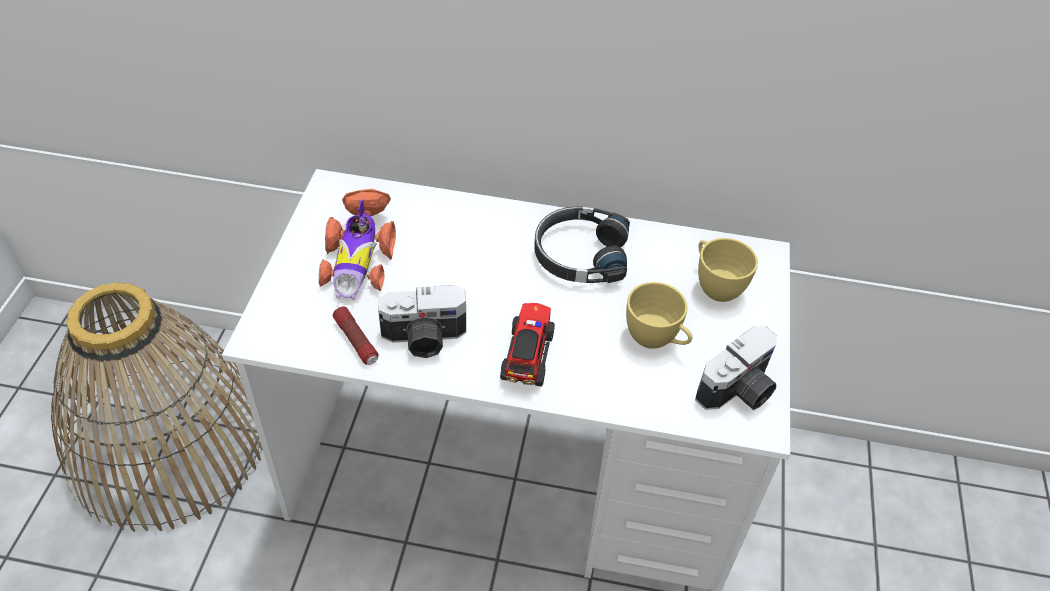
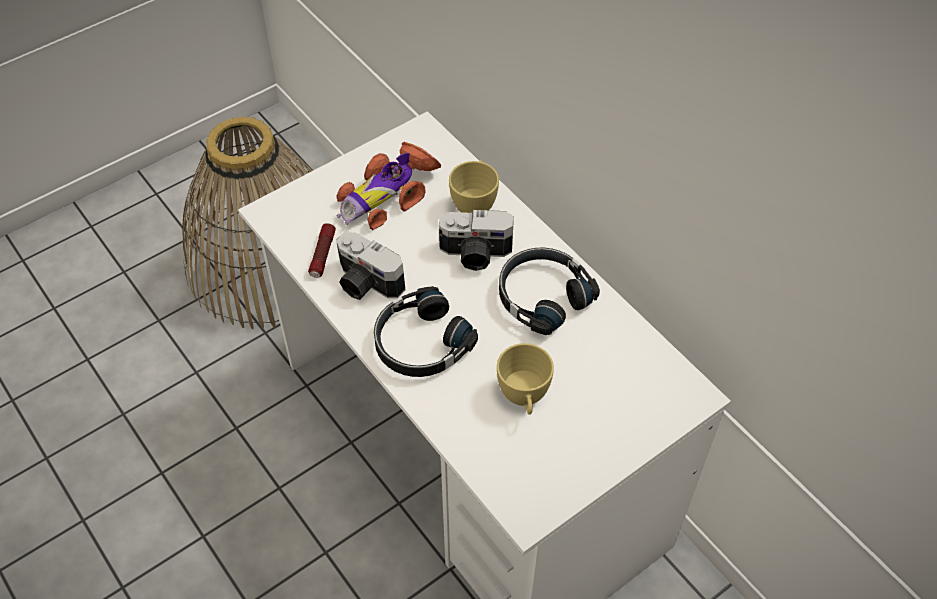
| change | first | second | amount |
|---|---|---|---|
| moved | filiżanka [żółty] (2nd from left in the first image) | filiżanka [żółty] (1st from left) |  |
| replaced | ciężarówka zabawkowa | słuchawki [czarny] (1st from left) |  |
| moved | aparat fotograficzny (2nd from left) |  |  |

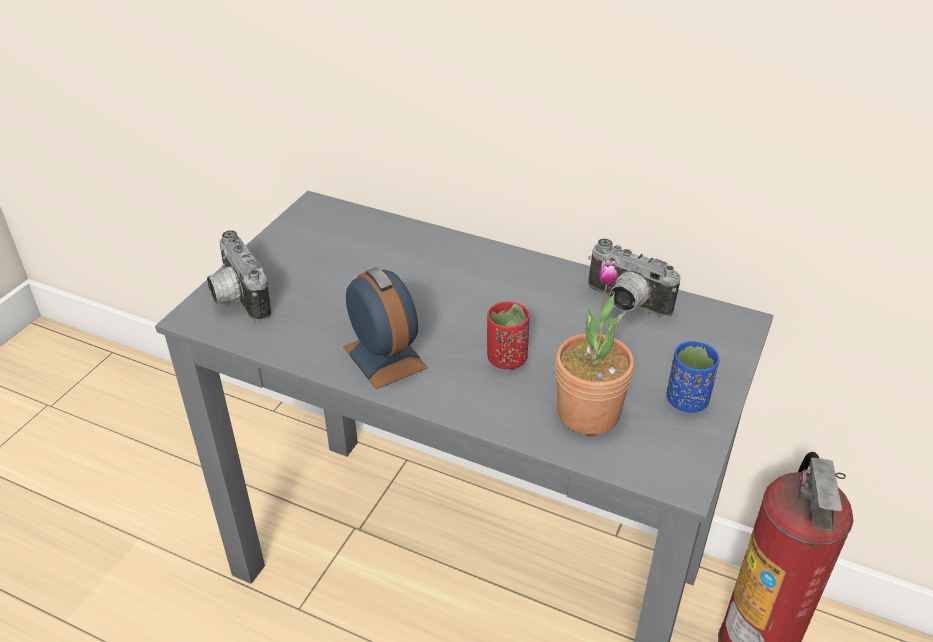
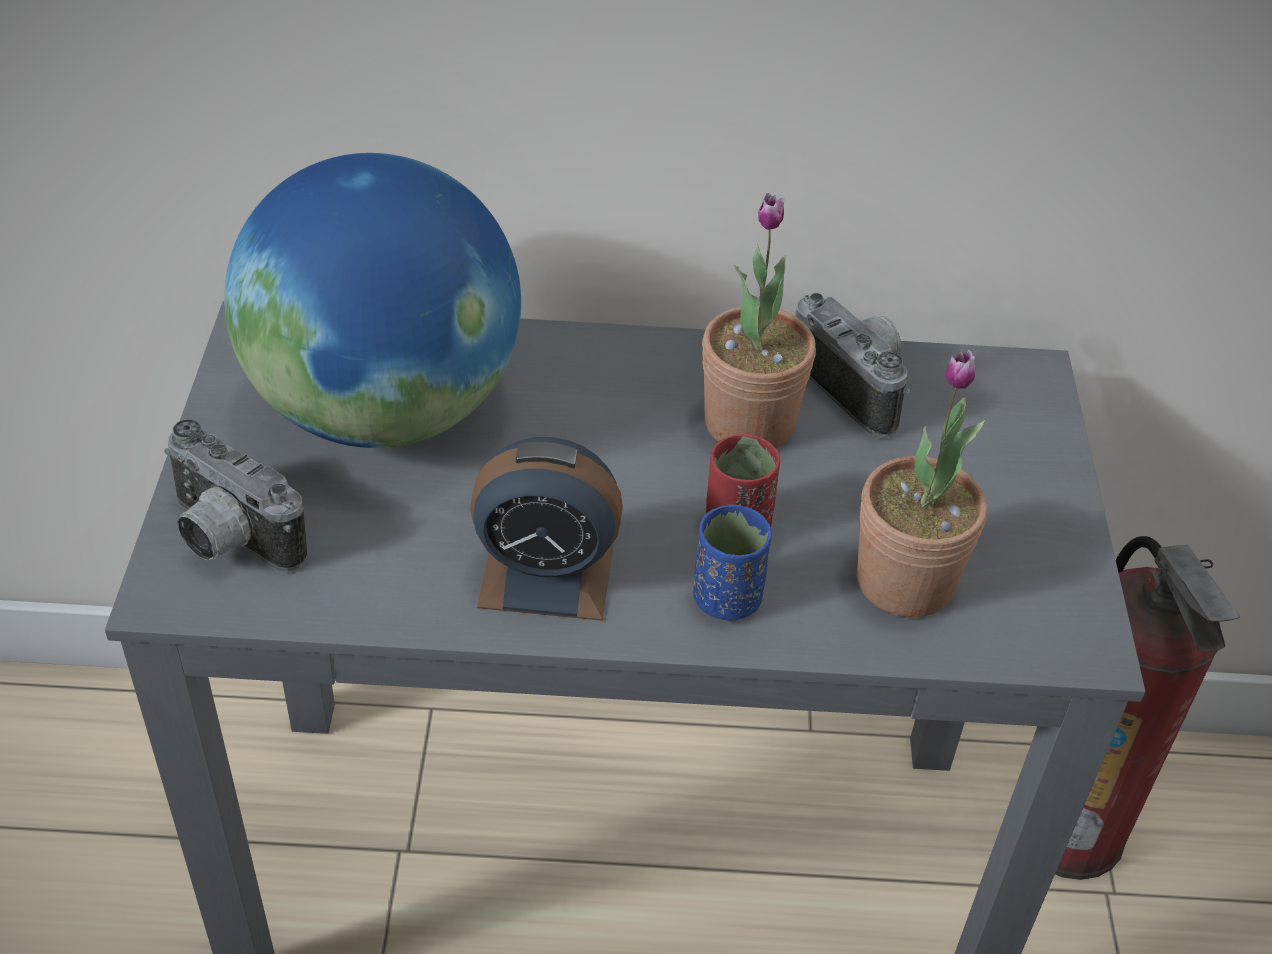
| change | first | second | amount |
|---|---|---|---|
| turned | aparat fotograficzny (2nd from left) |  | 135 degrees counterclockwise |
| turned | budzik |  | 150 degrees clockwise |
| moved | filiżanka [niebieski] |  |  |
| added |  | globus |  |
| added |  | roślina doniczkowa (1st from left) |  |

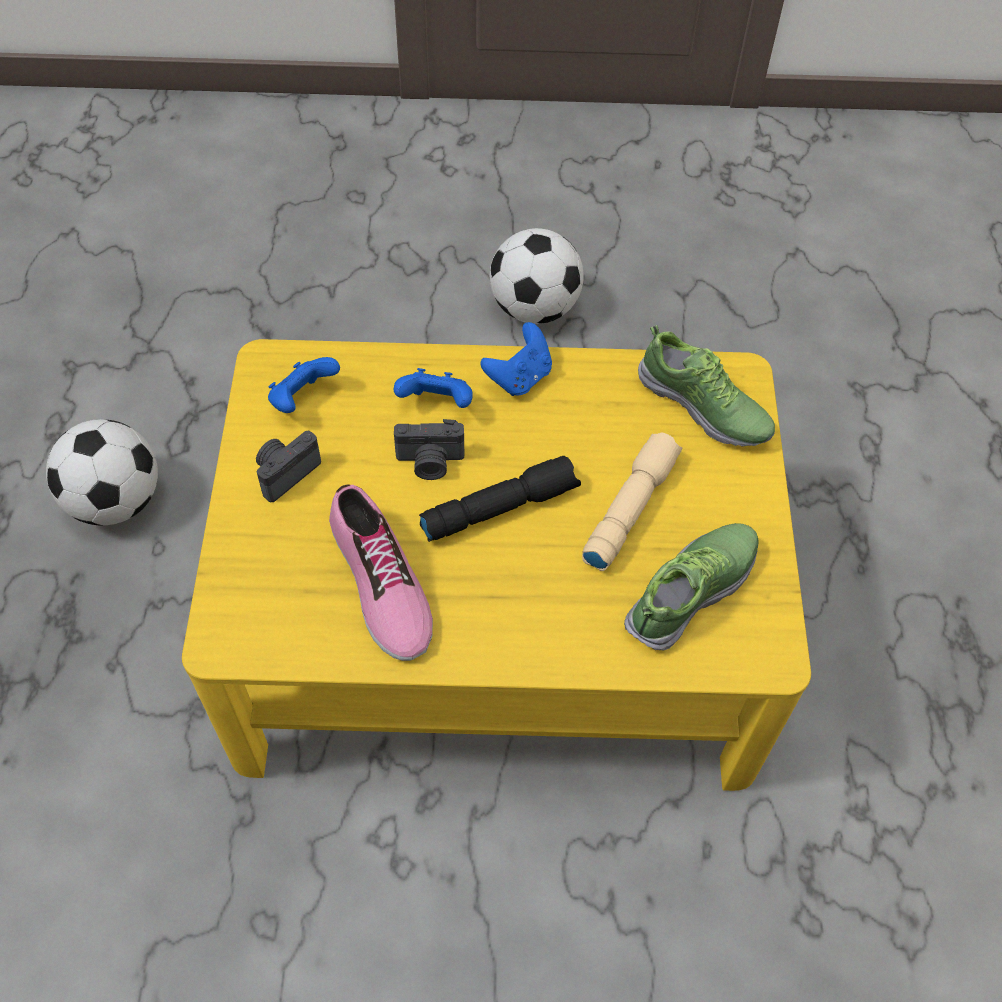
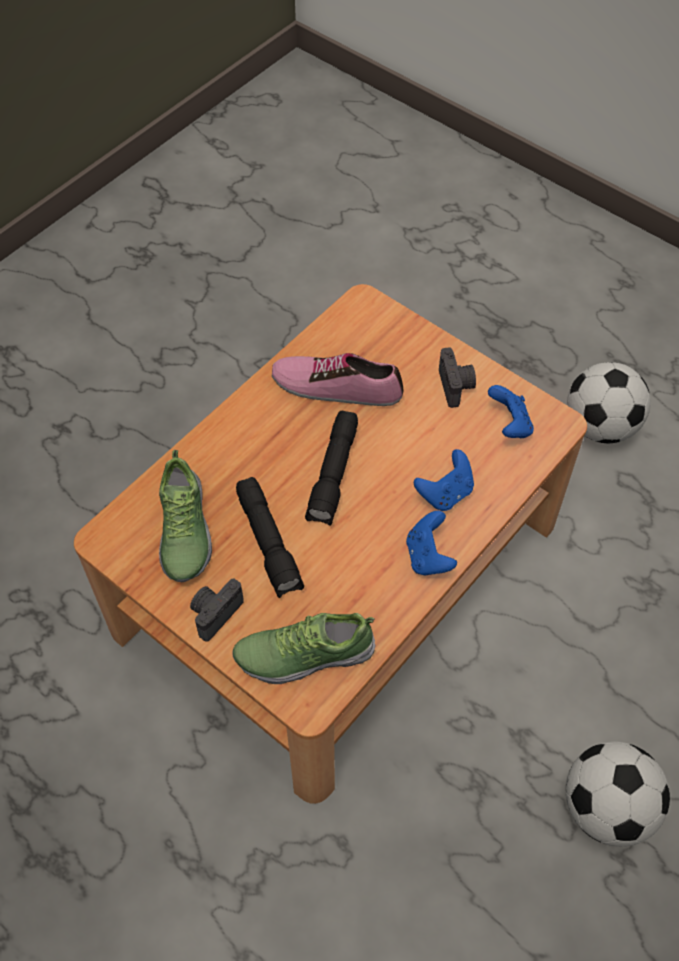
| change | first | second | amount |
|---|---|---|---|
| recoloured | ława [żółty] | ława [brązowy] |  |
| moved | aparat fotograficzny (2nd from left in the first image) | aparat fotograficzny (1st from left) |  |
| recoloured | latarka [beżowy] | latarka [czarny] (1st from left) |  |

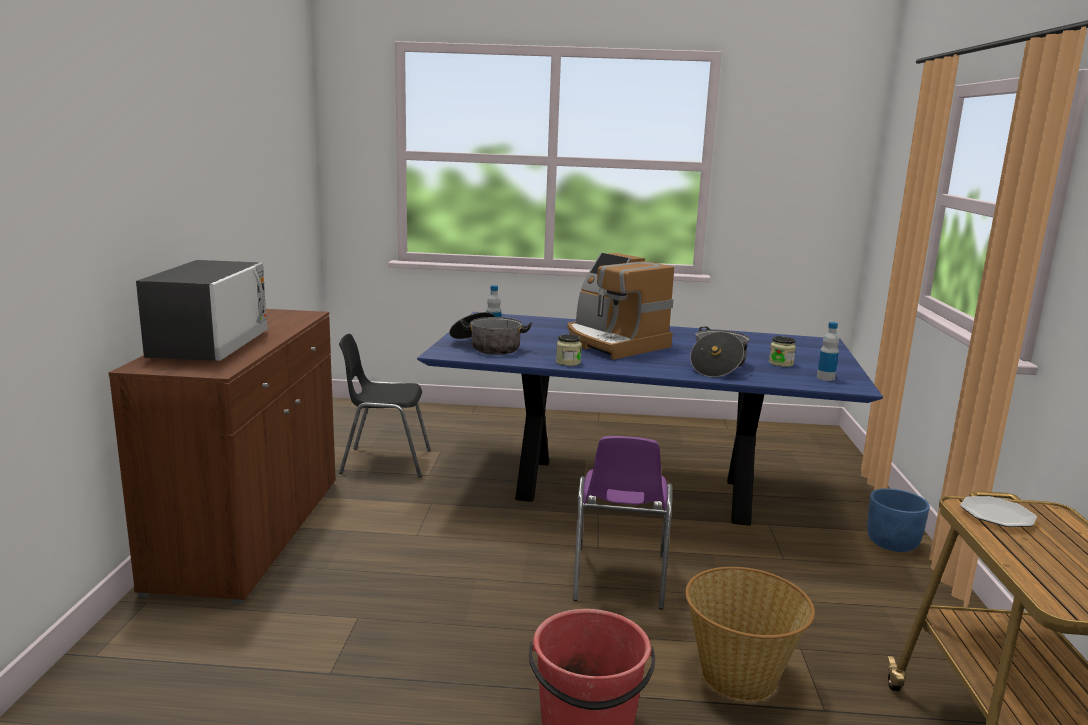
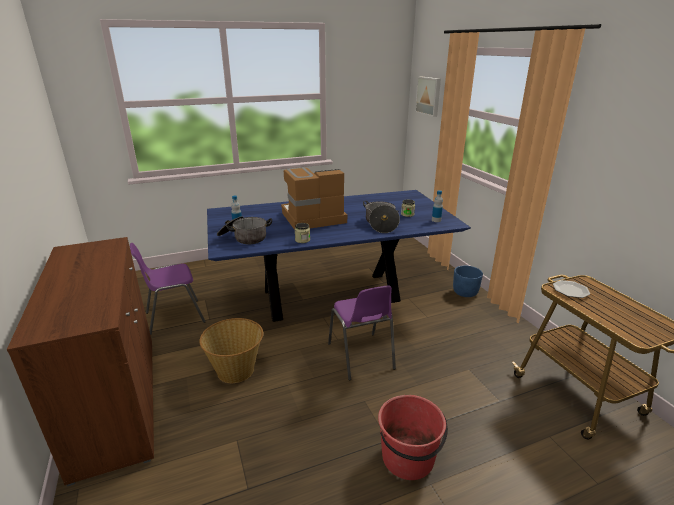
| change | first | second | amount |
|---|---|---|---|
| turned | ekspres do kawy |  | 135 degrees clockwise |
| removed | mikrofalówka |  |  |
| recoloured | krzesło [czarny] | krzesło [fioletowy] (1st from left) |  |
| moved | koszyk |  |  |
| added |  | obraz |  |

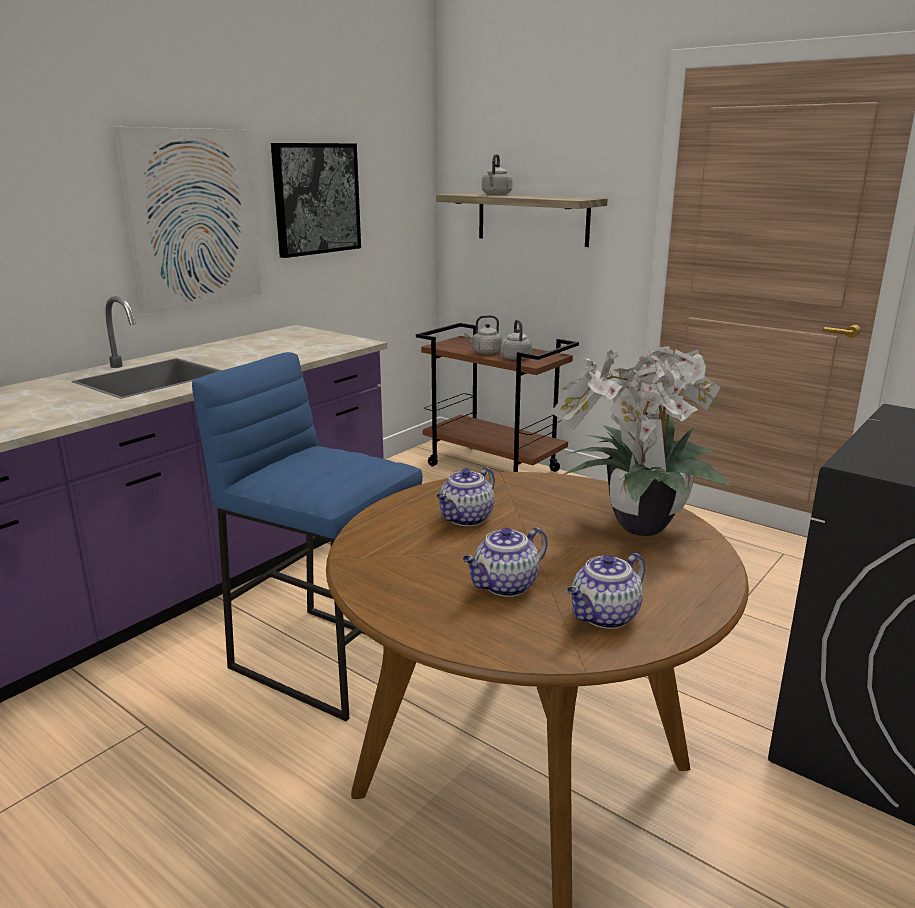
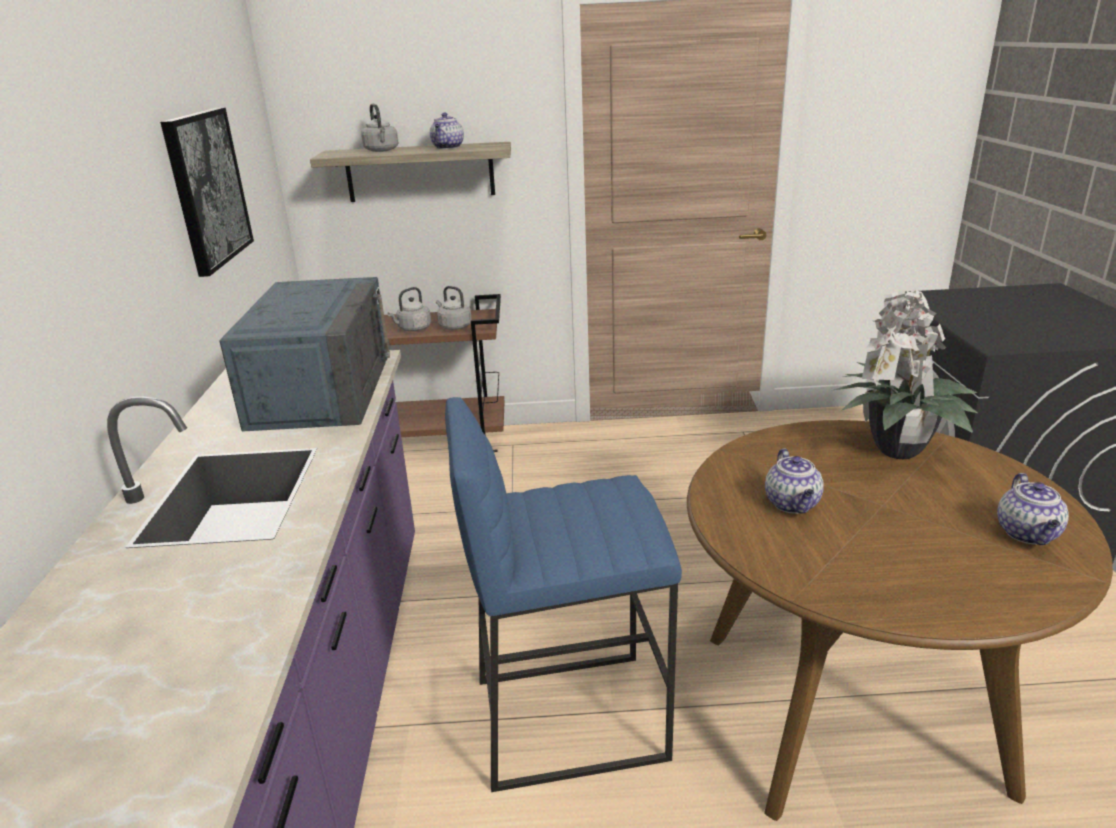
| change | first | second | amount |
|---|---|---|---|
| removed | obraz (1st from left) |  |  |
| moved | imbryk (2nd from left in the first image) | imbryk (1st from left) |  |
| added |  | mikrofalówka [niebieski] |  |

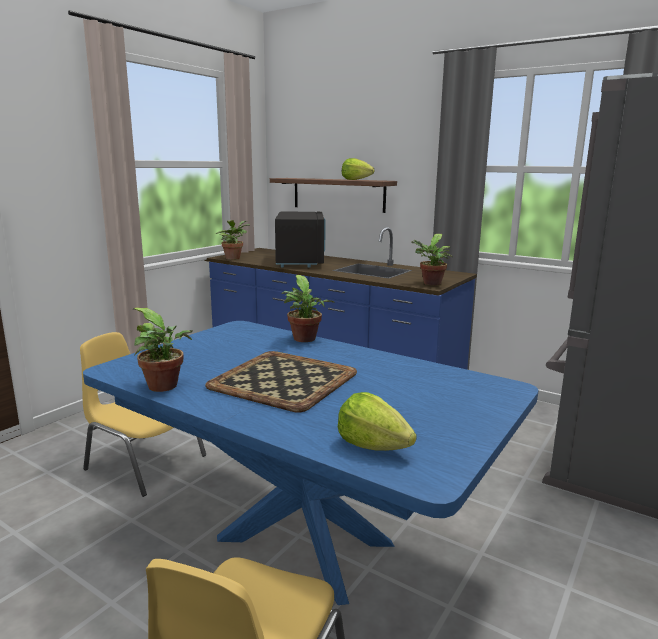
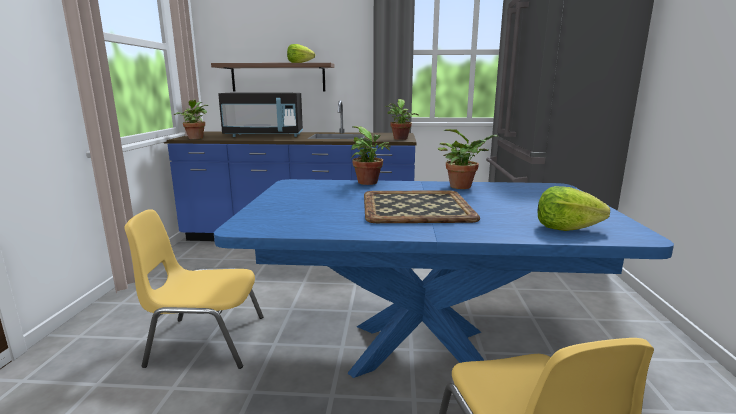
| change | first | second | amount |
|---|---|---|---|
| turned | mikrofalówka [czarny] |  | 120 degrees clockwise |
| moved | roślina doniczkowa (1st from left in the first image) | roślina doniczkowa (4th from left) |  |

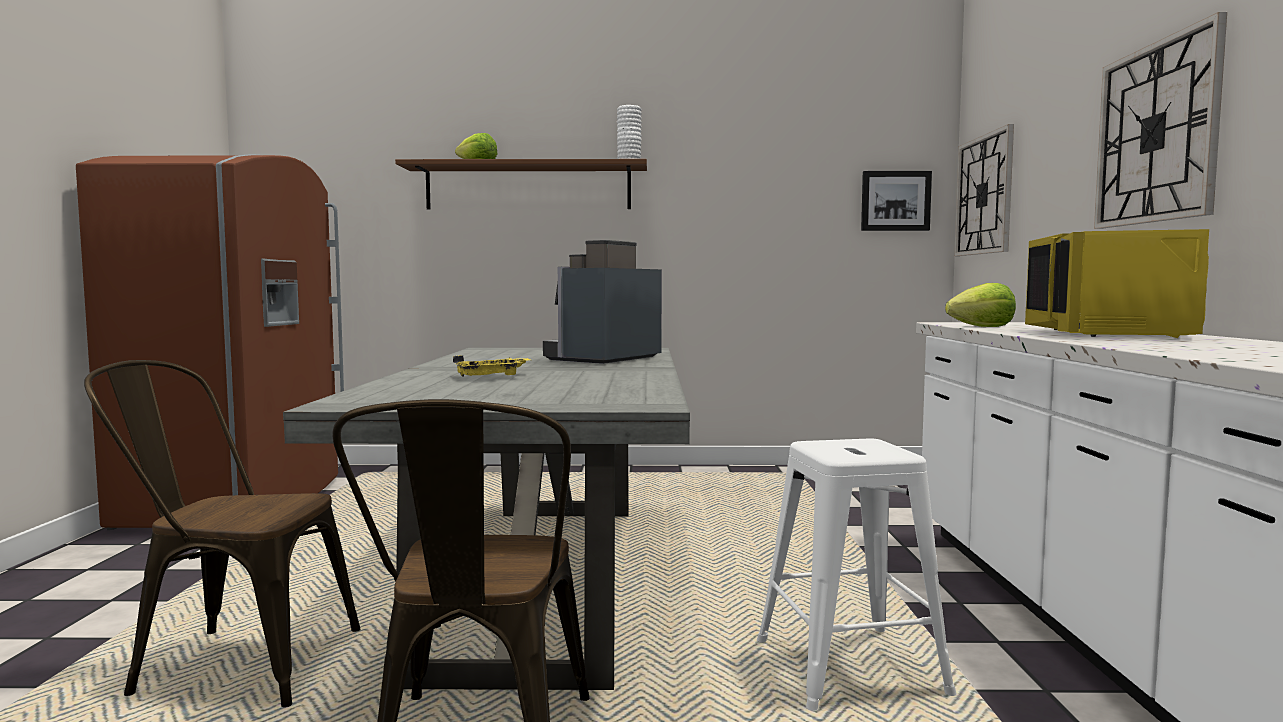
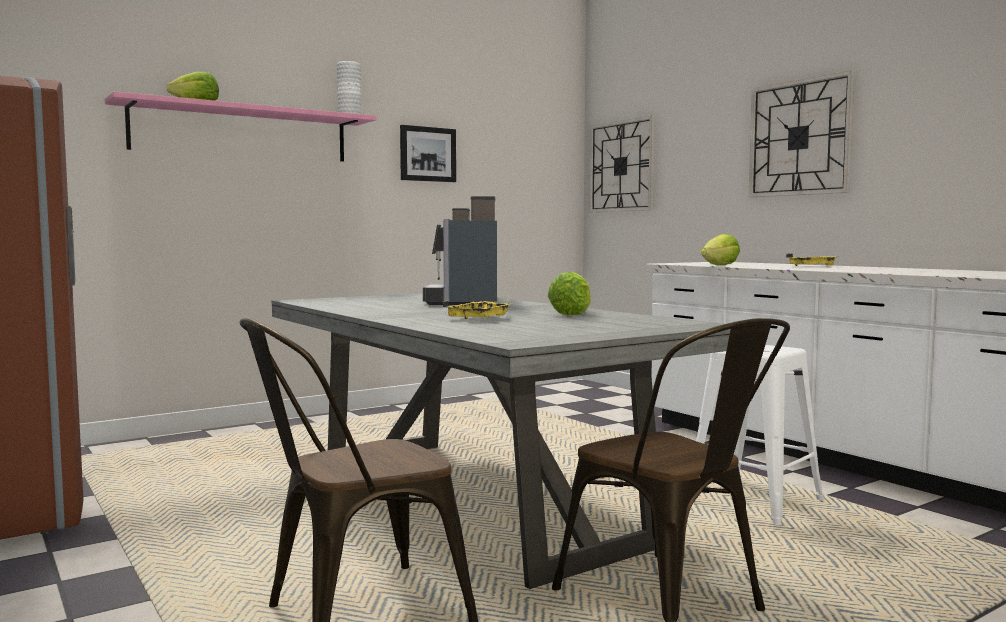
| change | first | second | amount |
|---|---|---|---|
| recoloured | półka [brązowy] | półka [różowy] |  |
| moved | obraz |  |  |
| replaced | mikrofalówka [żółty] | taca [żółty] (2nd from left) |  |
| added |  | sałata (2nd from left) |  |

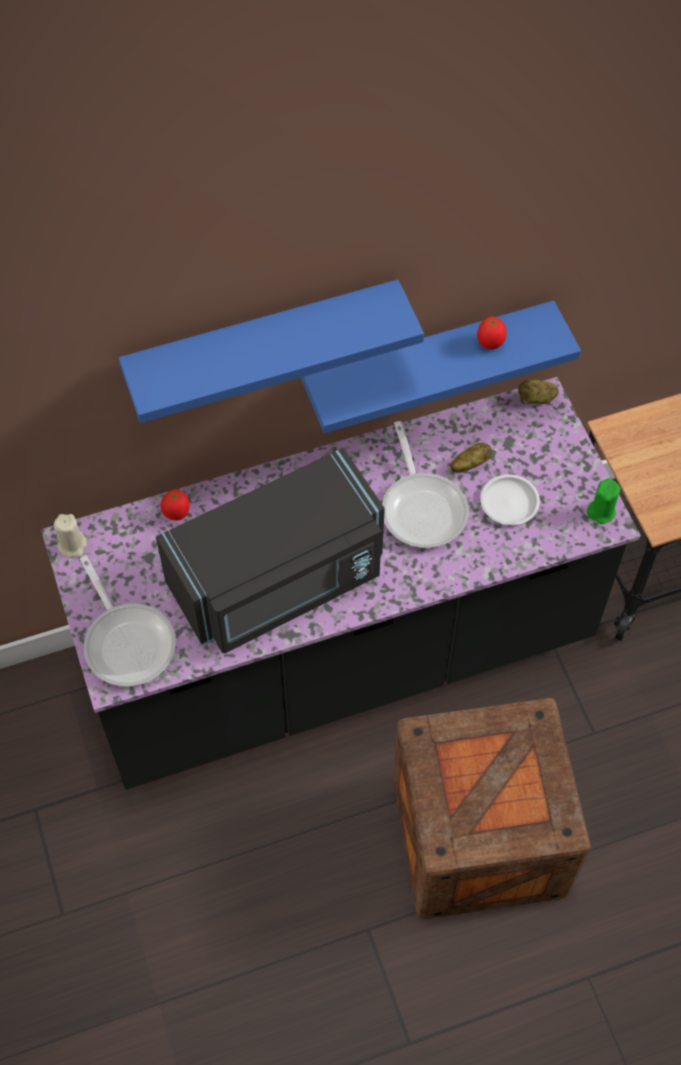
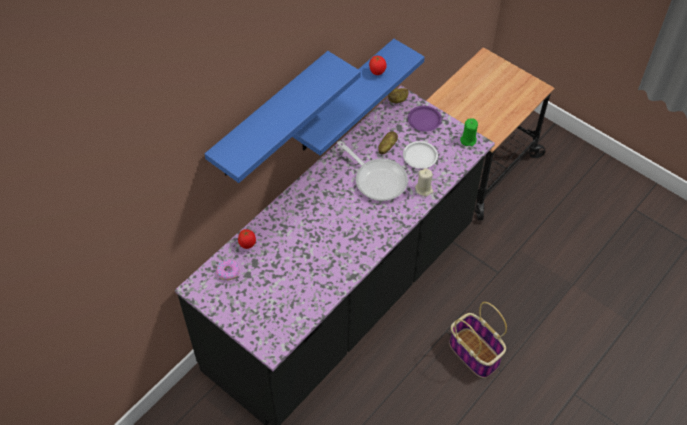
| change | first | second | amount |
|---|---|---|---|
| removed | mikrofalówka [czarny] |  |  |
| moved | świeca [beżowy] |  |  |
| removed | patelnia (1st from left) |  |  |
| replaced | skrzynka | koszyk |  |
| added |  | talerz [fioletowy] |  |
| added |  | donut |  |

